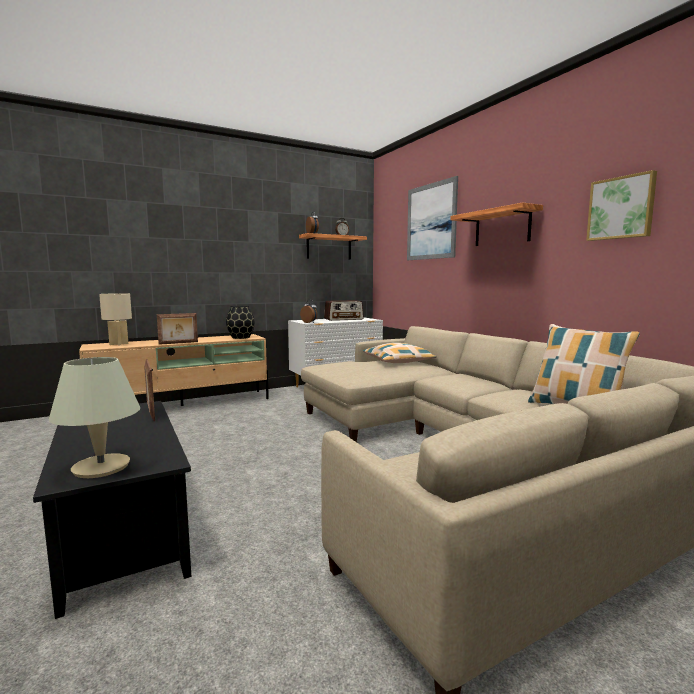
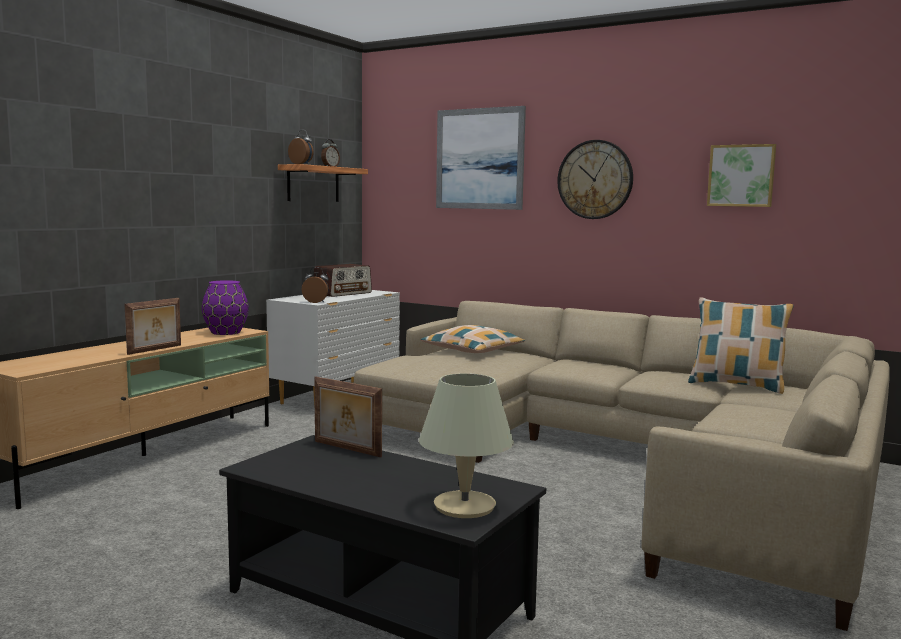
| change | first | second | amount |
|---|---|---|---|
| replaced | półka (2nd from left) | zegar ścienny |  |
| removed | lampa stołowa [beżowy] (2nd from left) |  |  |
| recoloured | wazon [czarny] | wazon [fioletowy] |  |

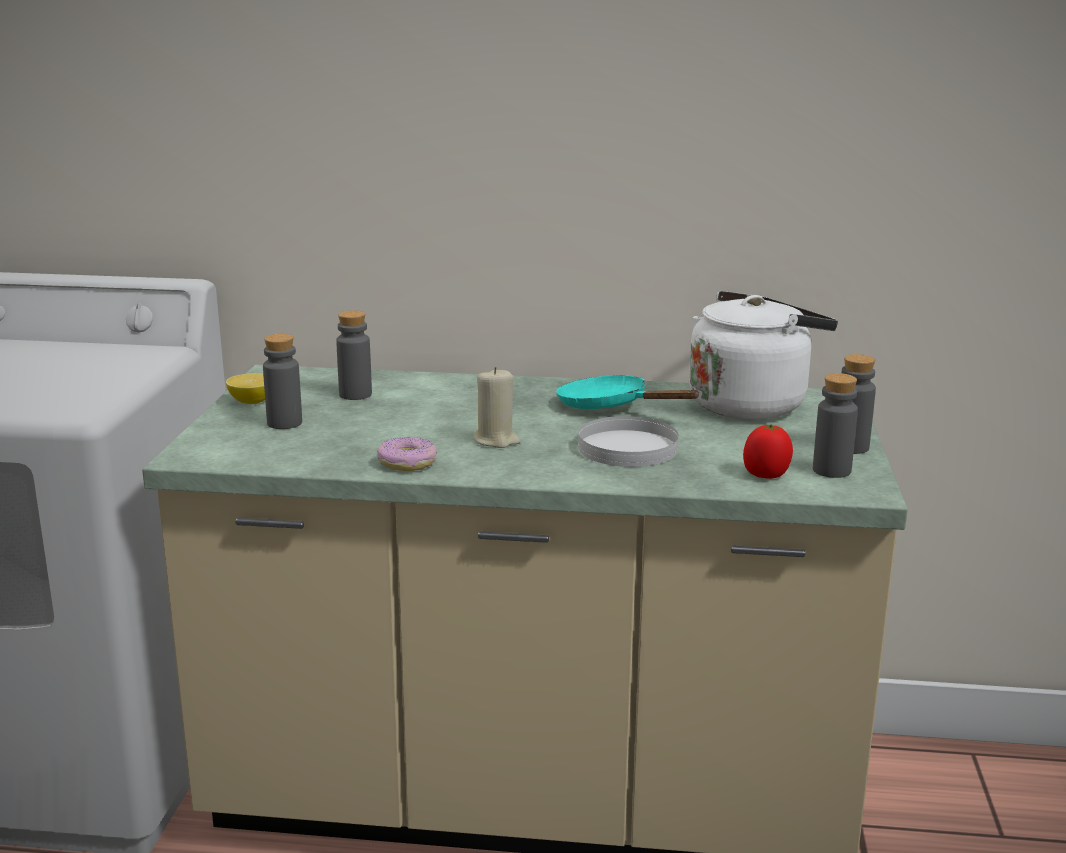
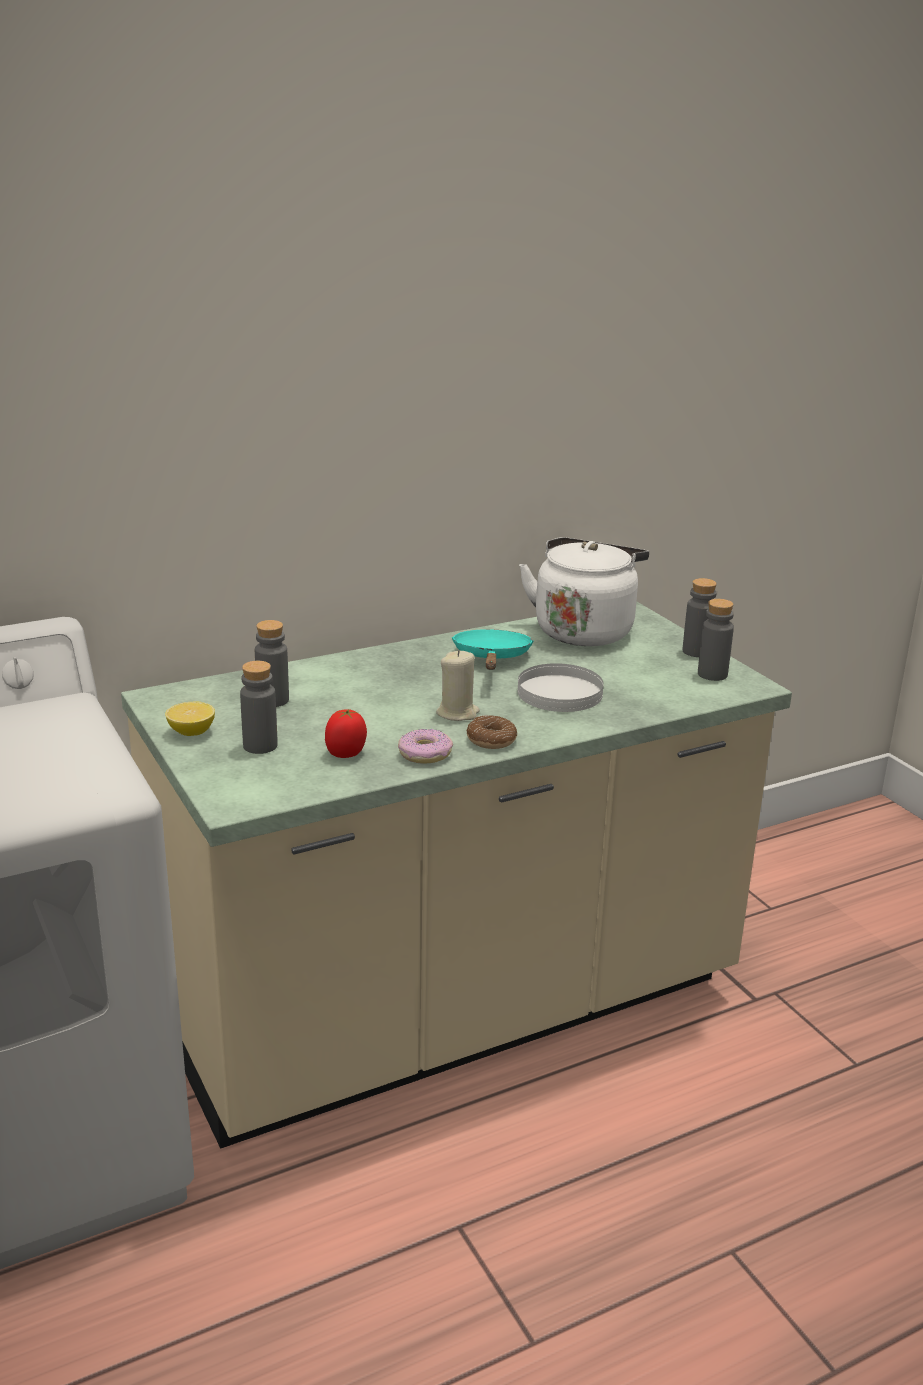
| change | first | second | amount |
|---|---|---|---|
| turned | patelnia [turkusowy] |  | 90 degrees clockwise |
| moved | pomidor |  |  |
| added |  | donut (2nd from left) |  |

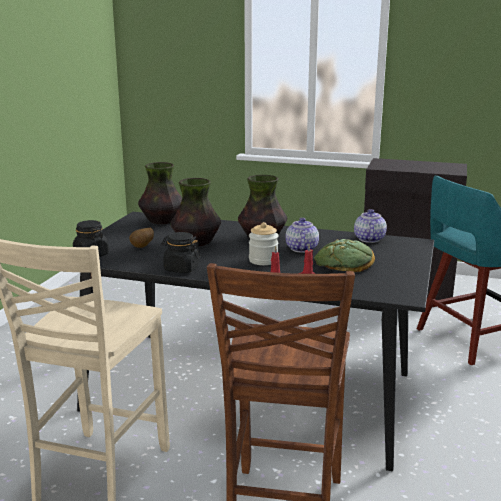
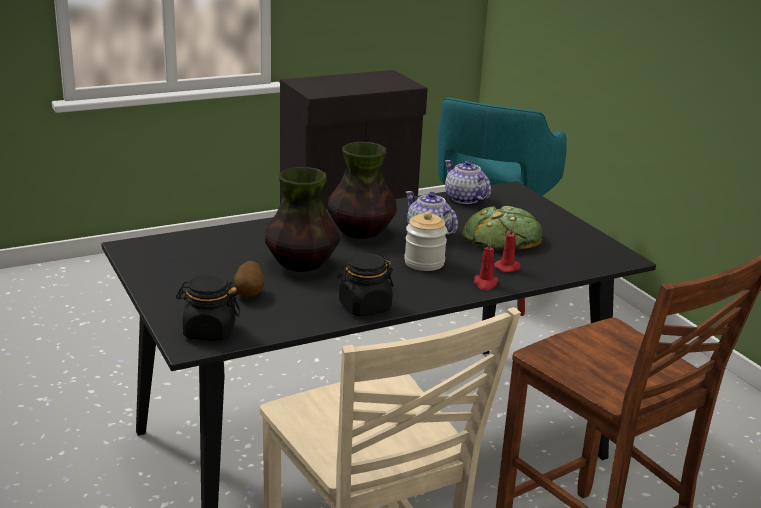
| change | first | second | amount |
|---|---|---|---|
| removed | wazon (1st from left) |  |  |

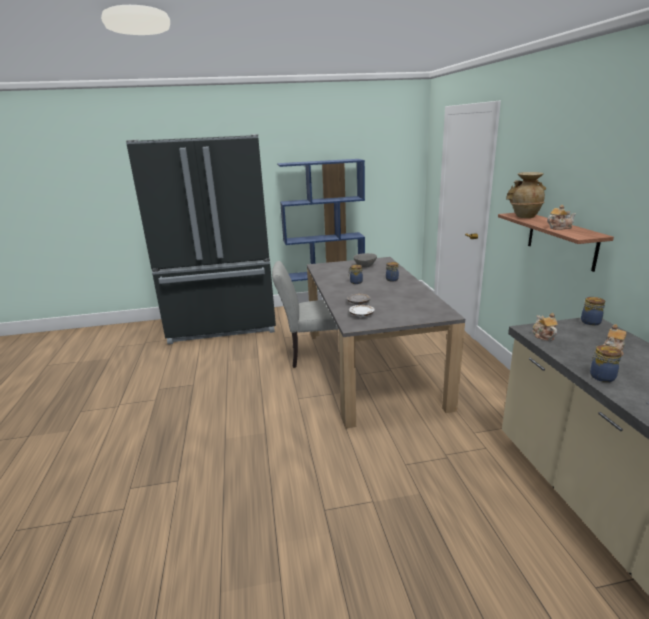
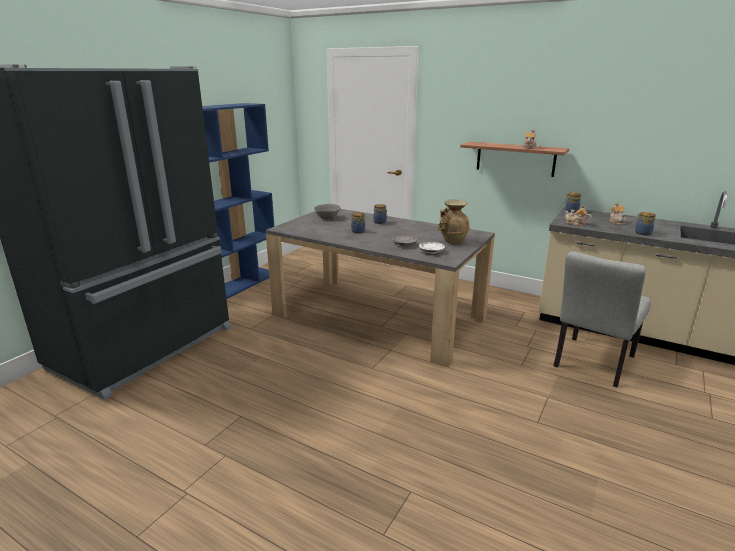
| change | first | second | amount |
|---|---|---|---|
| moved | wazon [beżowy] |  |  |
| moved | krzesło [szary] |  |  |

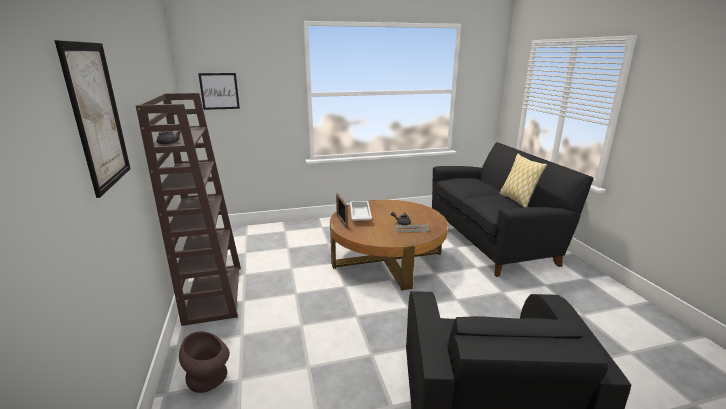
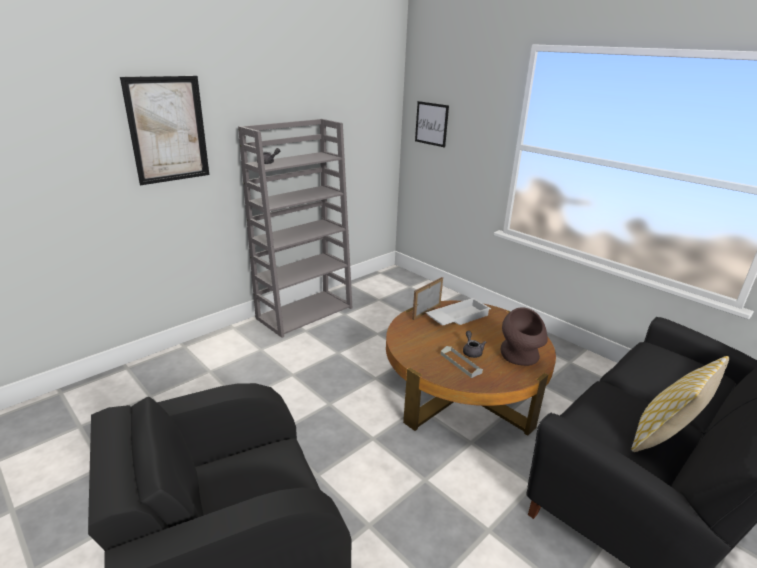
| change | first | second | amount |
|---|---|---|---|
| recoloured | regał [brązowy] | regał [szary] |  |
| moved | wazon [brązowy] |  |  |

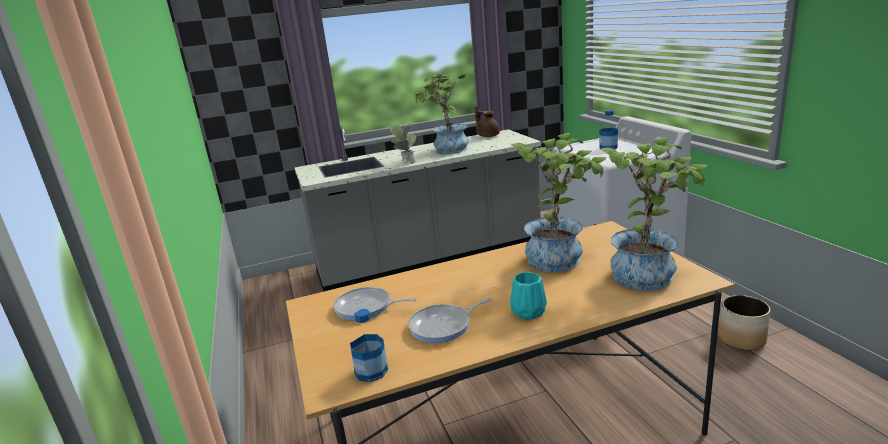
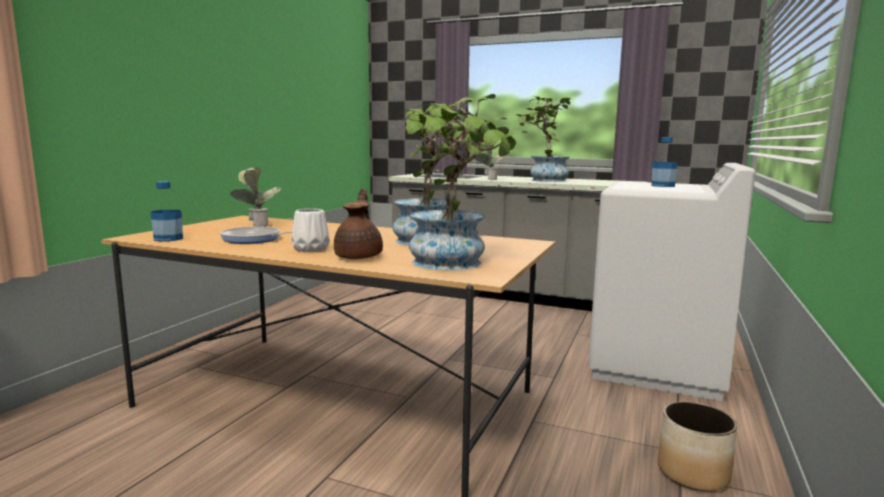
| change | first | second | amount |
|---|---|---|---|
| moved | imbryk [brązowy] |  |  |
| recoloured | wazon [turkusowy] | wazon [biały] |  |
| replaced | patelnia (1st from left) | roślina doniczkowa (1st from left) |  |

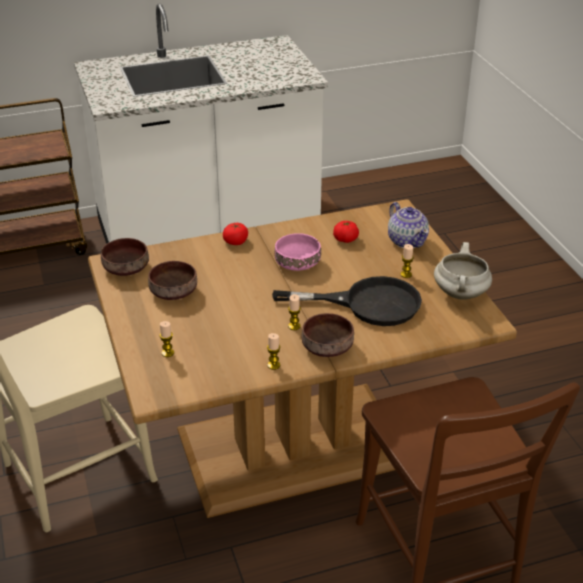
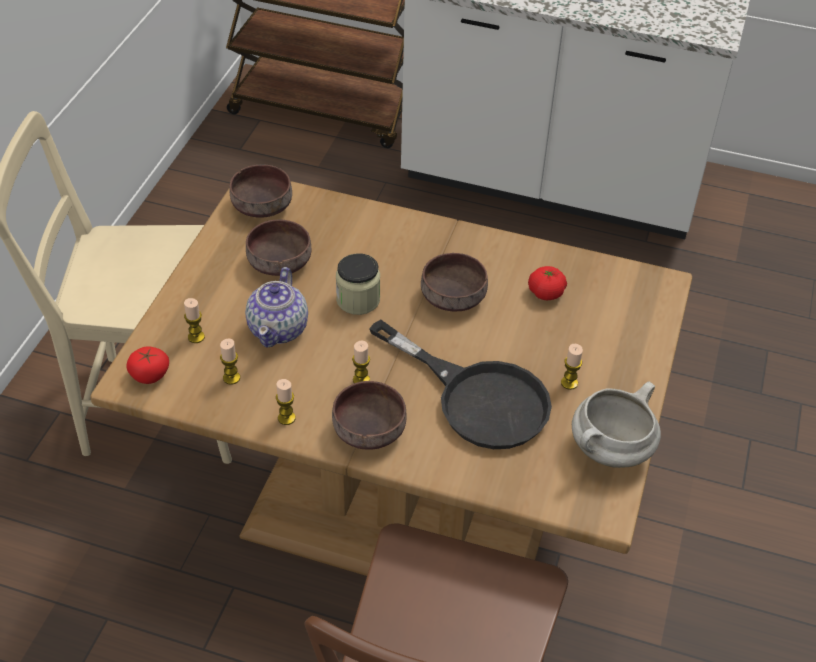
| change | first | second | amount |
|---|---|---|---|
| moved | imbryk |  |  |
| moved | pomidor (1st from left) |  |  |
| recoloured | miska [różowy] | miska [brązowy] (4th from left) |  |
| added |  | słoik |  |
| added |  | świeca (2nd from left) |  |

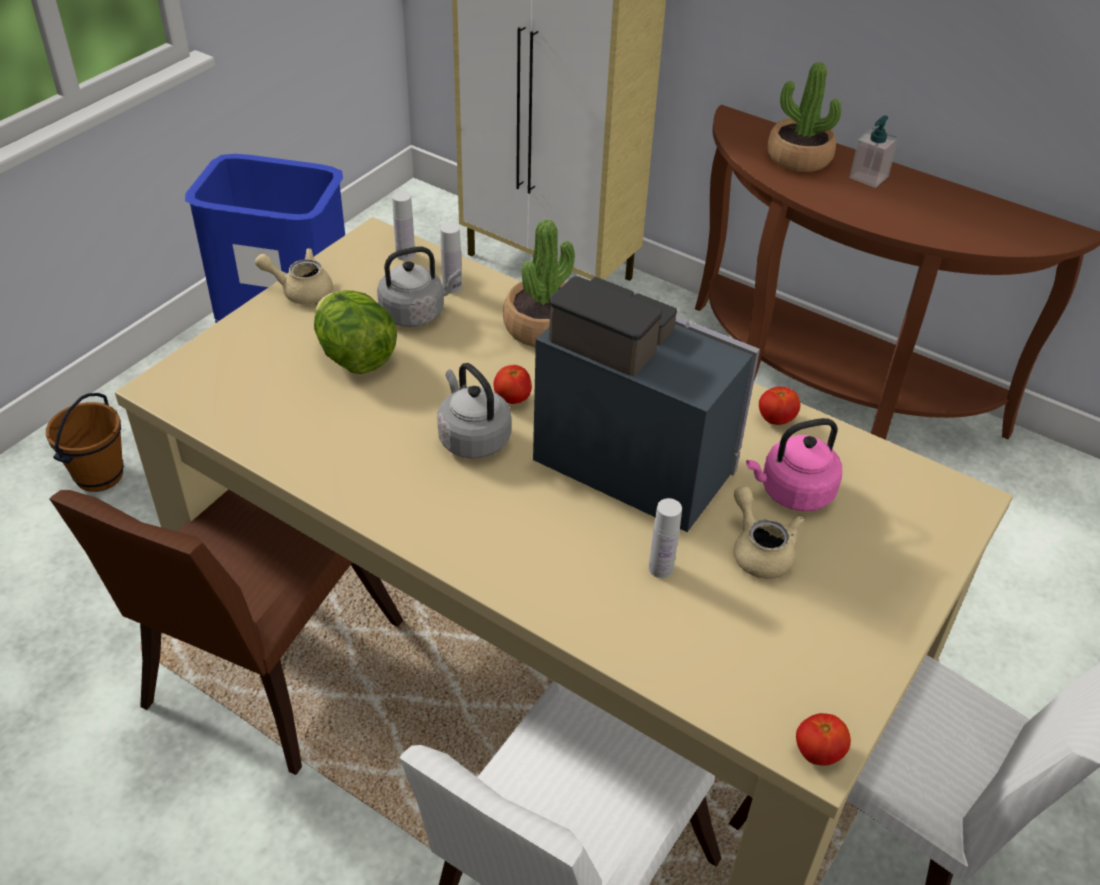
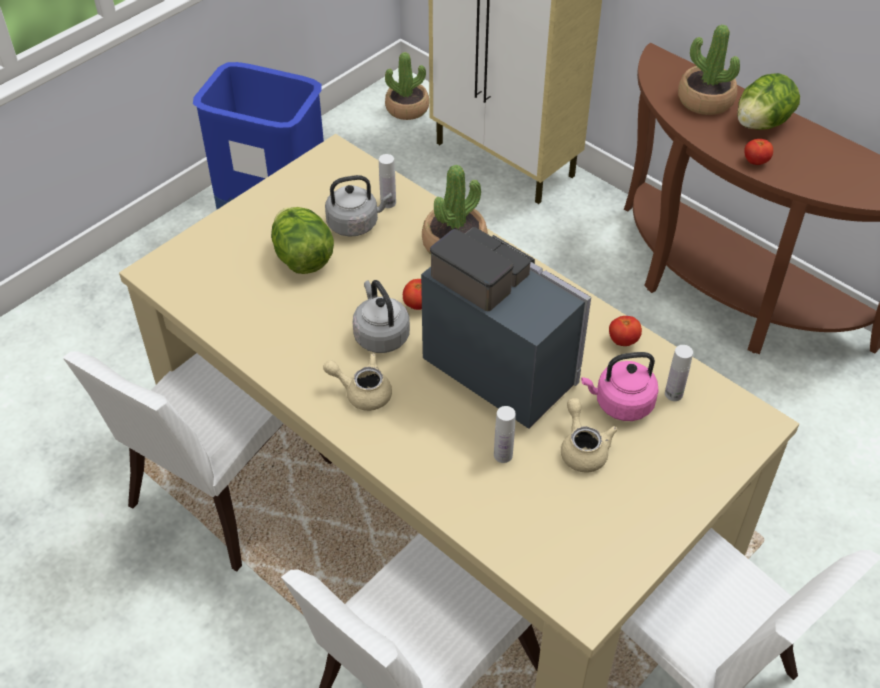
| change | first | second | amount |
|---|---|---|---|
| replaced | dozownik mydła | sałata (2nd from left) |  |
| moved | butelka [biały] (1st from left in the first image) | butelka [biały] (3rd from left) |  |
| moved | imbryk [beżowy] (1st from left) |  |  |
| removed | wiadro [brązowy] |  |  |
| recoloured | krzesło [brązowy] | krzesło [biały] (1st from left) |  |
| moved | pomidor (3rd from left) |  |  |
| added |  | roślina doniczkowa (1st from left) |  |

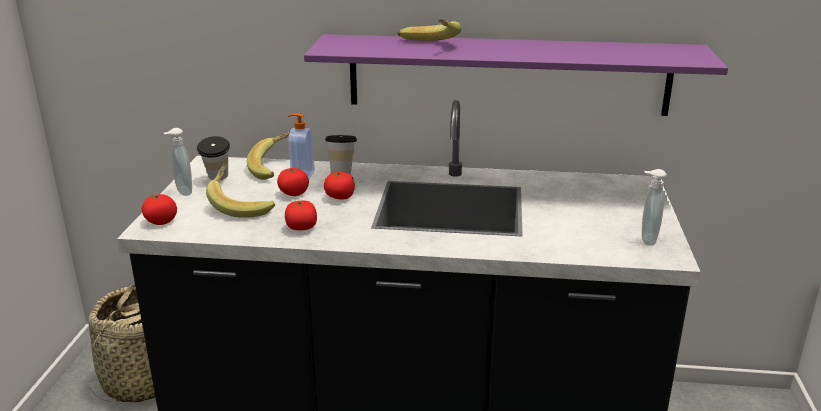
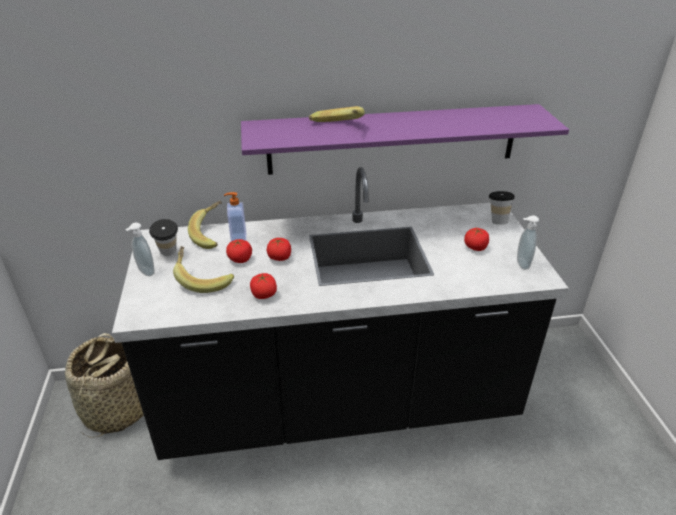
| change | first | second | amount |
|---|---|---|---|
| moved | filiżanka (2nd from left) |  |  |
| moved | pomidor (1st from left in the first image) | pomidor (4th from left) |  |

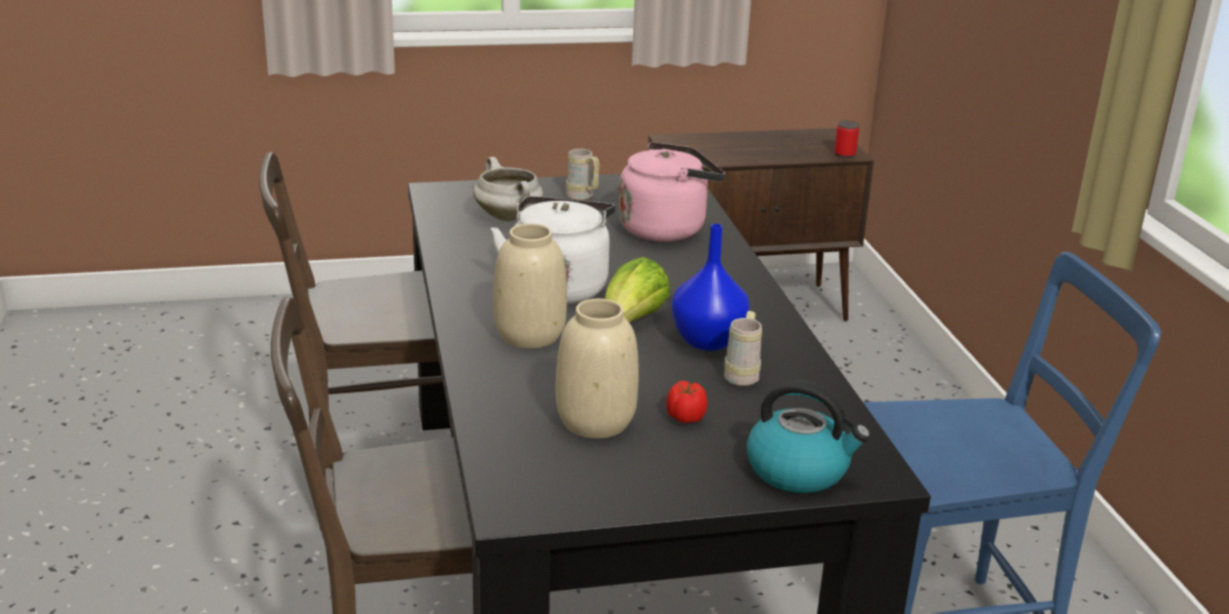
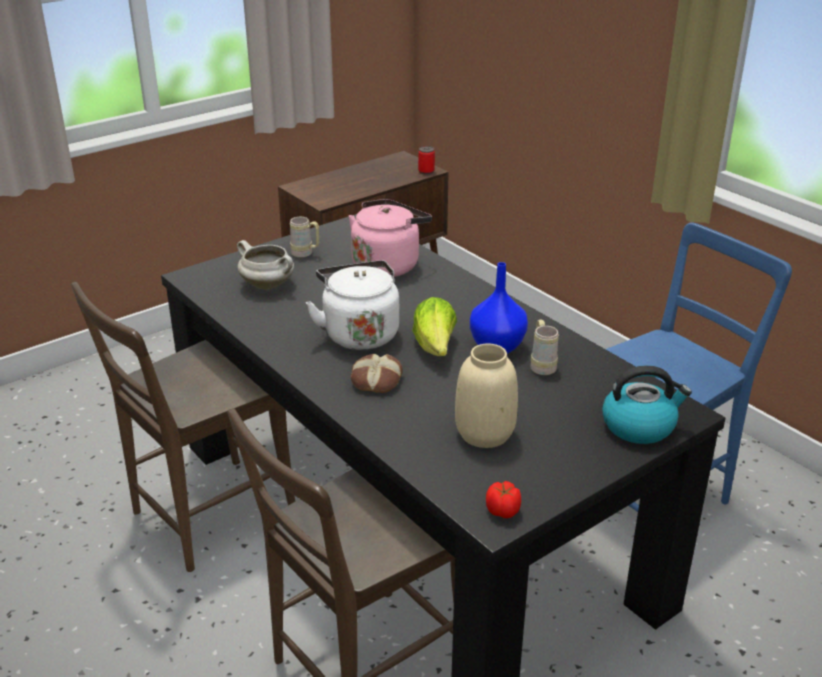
| change | first | second | amount |
|---|---|---|---|
| replaced | wazon [beżowy] (1st from left) | chleb |  |
| moved | pomidor |  |  |

